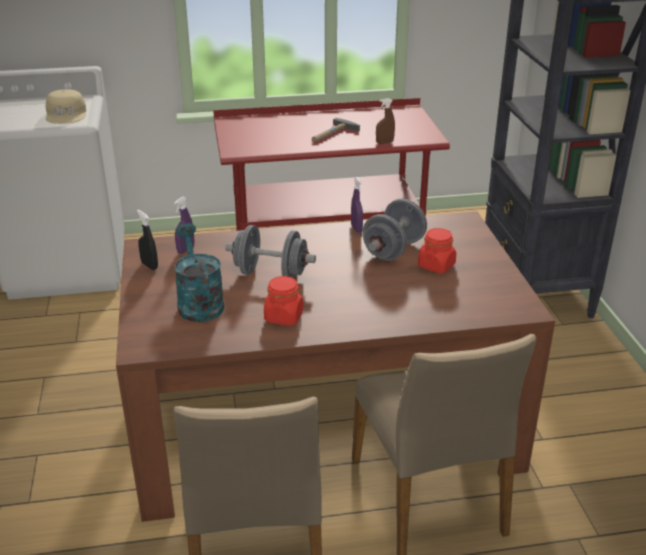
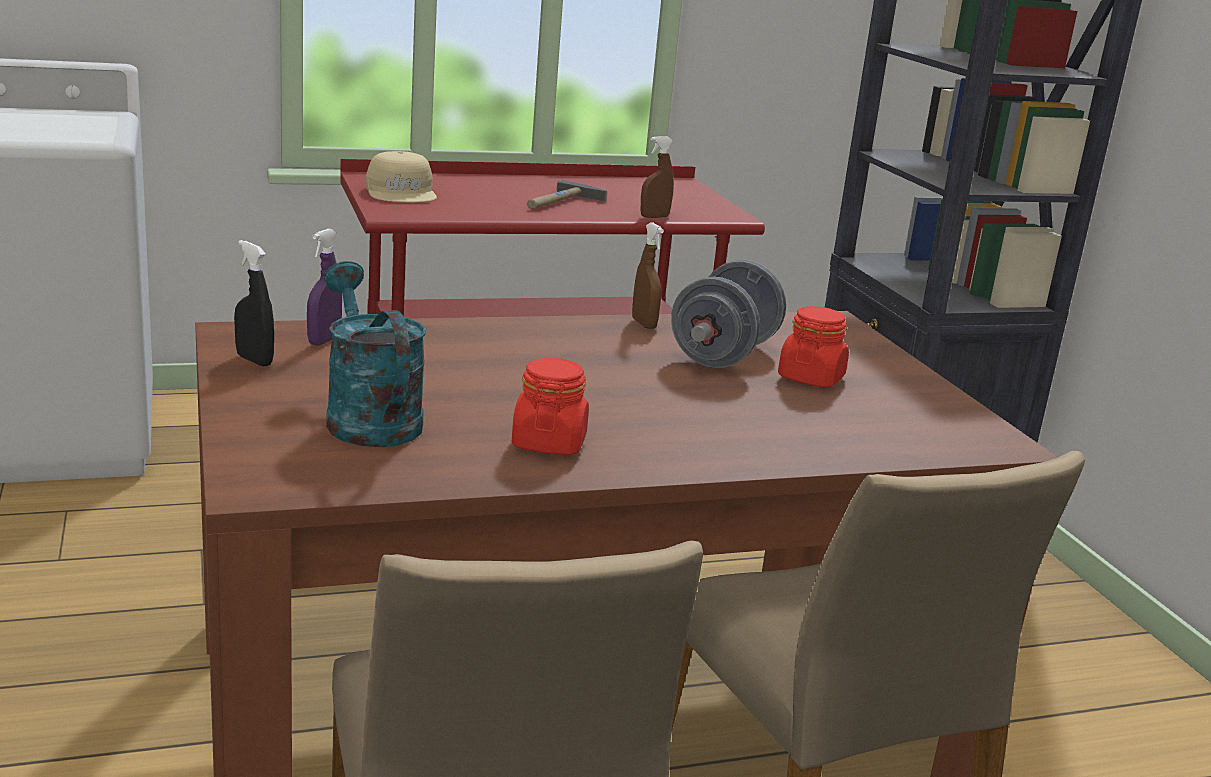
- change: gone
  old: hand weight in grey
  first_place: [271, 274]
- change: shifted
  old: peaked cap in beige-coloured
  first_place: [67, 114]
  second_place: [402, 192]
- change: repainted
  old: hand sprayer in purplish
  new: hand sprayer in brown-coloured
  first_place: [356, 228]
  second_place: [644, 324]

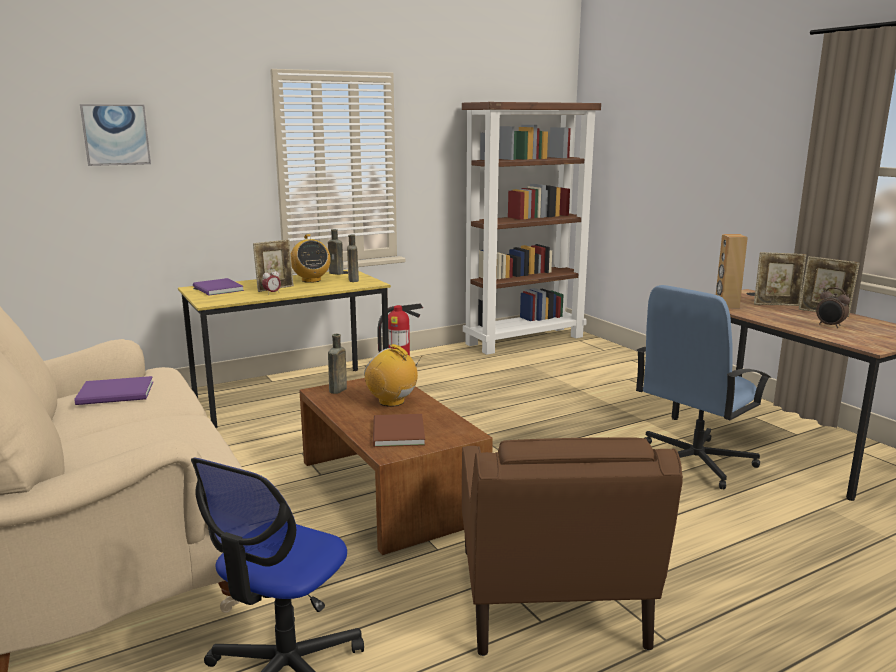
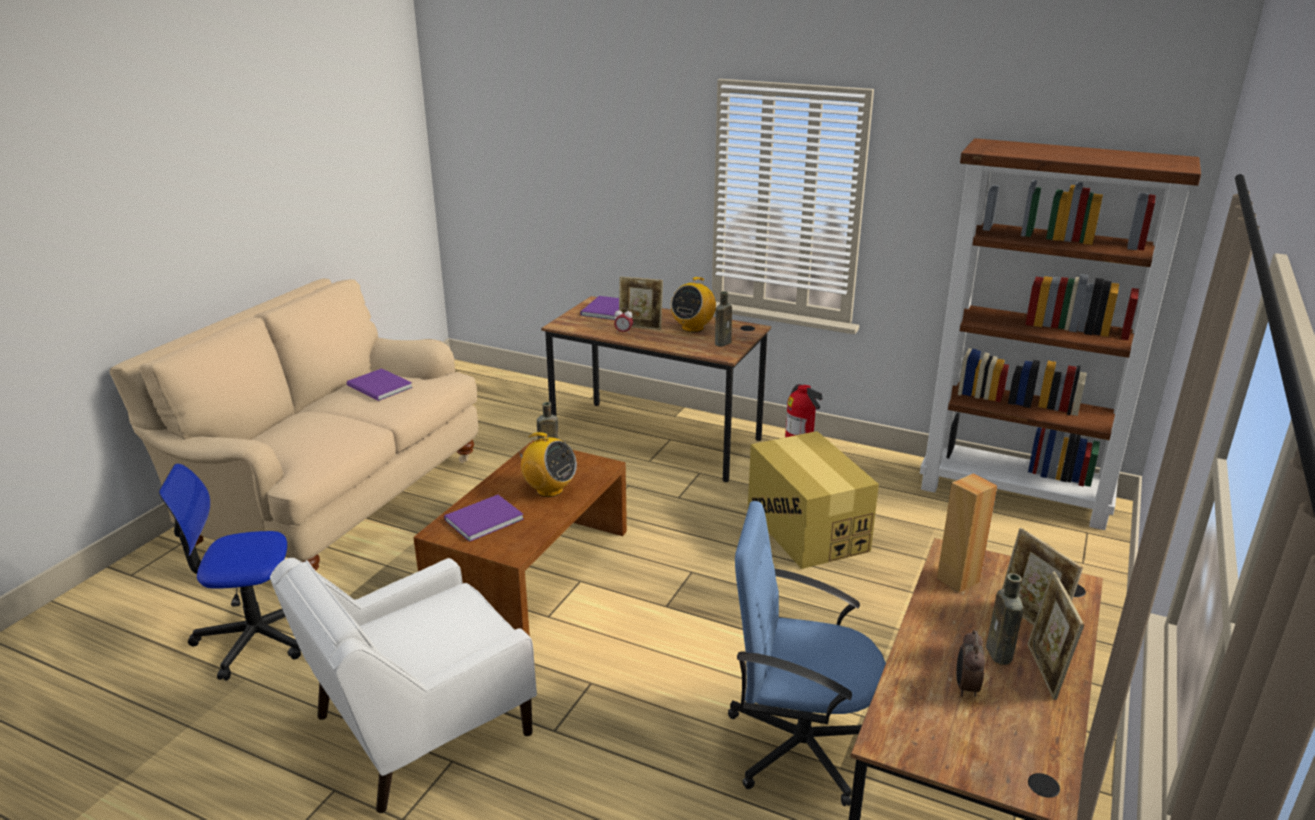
- change: gone
  old: wall art
  first_place: [116, 134]
- change: new
  new: carton
  second_place: [807, 529]
- change: shifted
  old: beverage bottle in brown-coloured
  first_place: [337, 273]
  second_place: [1000, 655]
- change: repainted
  old: desk unit in yellow
  new: desk unit in brown-coloured
  first_place: [292, 396]
  second_place: [656, 440]
- change: repainted
  old: volume in brown-coloured
  new: volume in purplish
  first_place: [396, 433]
  second_place: [481, 519]
- change: repainted
  old: easy chair in brown-coloured
  new: easy chair in white
  first_place: [549, 600]
  second_place: [419, 727]
- change: rotated
  old: radio receiver
  first_place: [392, 402]
  second_place: [549, 490]
  degrees: 120

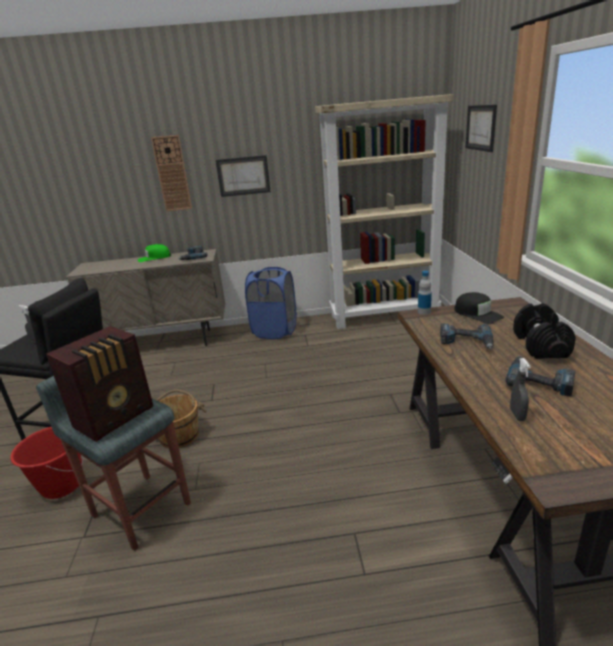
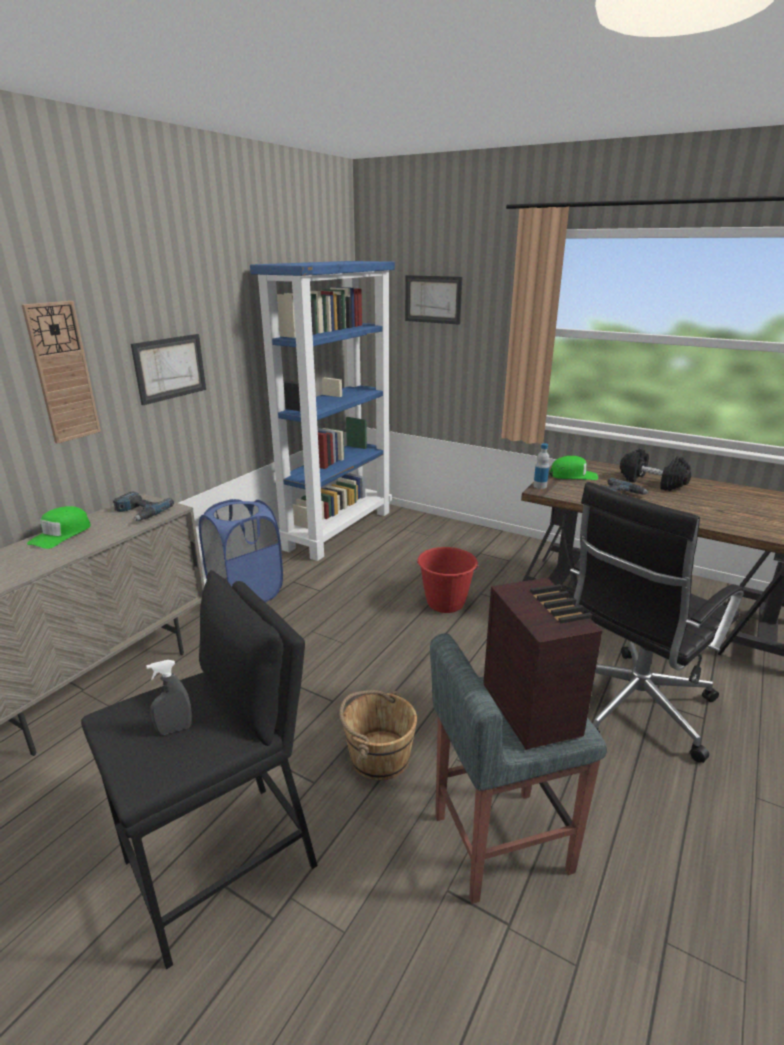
- change: gone
  old: electric drill
  first_place: [539, 380]
- change: gone
  old: hand sprayer in grey
  first_place: [517, 415]
- change: new
  new: computer chair in black-coloured
  second_place: [630, 706]
- change: shifted
  old: bucket in reddish
  first_place: [62, 485]
  second_place: [445, 603]
- change: repainted
  old: bookcase in beige-coloured
  new: bookcase in bluish
  first_place: [384, 315]
  second_place: [338, 529]
- change: repainted
  old: peaked cap in black-coloured
  new: peaked cap in greenish
  first_place: [477, 314]
  second_place: [573, 475]

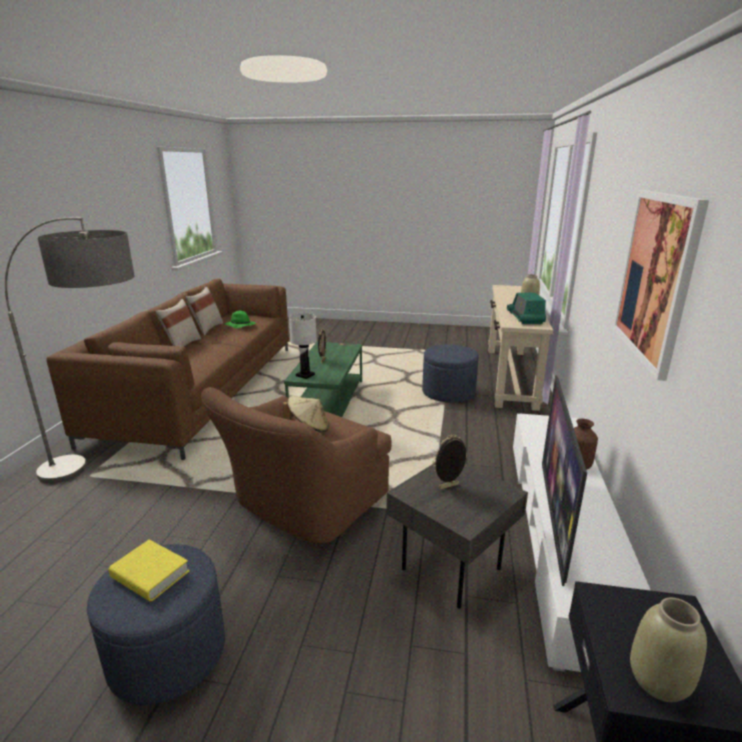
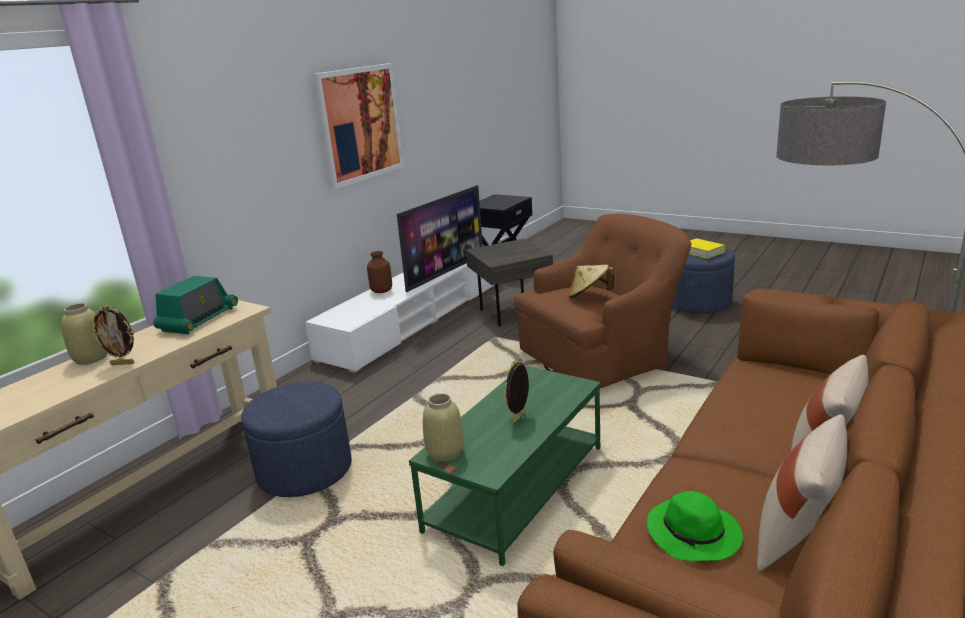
- change: gone
  old: tabletop lamp in white
  first_place: [305, 375]
- change: shifted
  old: picture frame
  first_place: [448, 487]
  second_place: [123, 363]
- change: shifted
  old: flower vase in beige-coloured
  first_place: [659, 680]
  second_place: [445, 452]

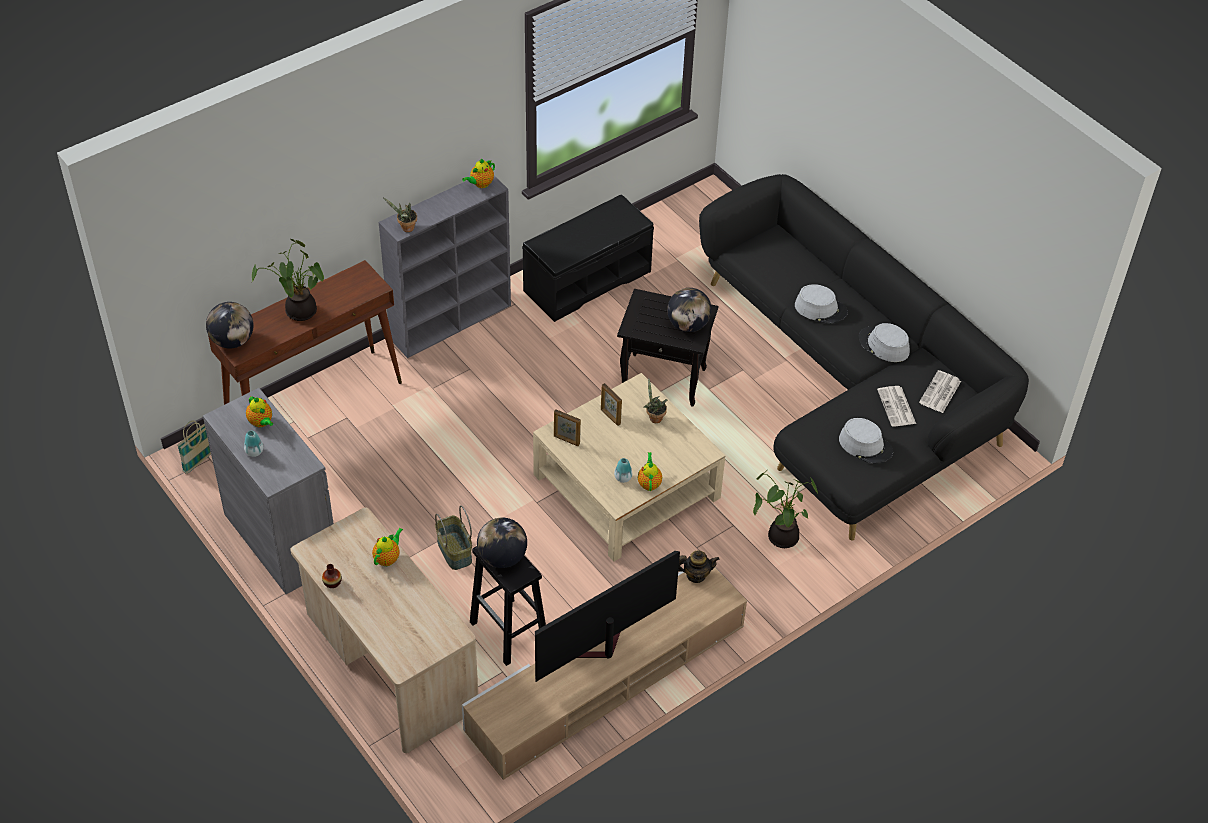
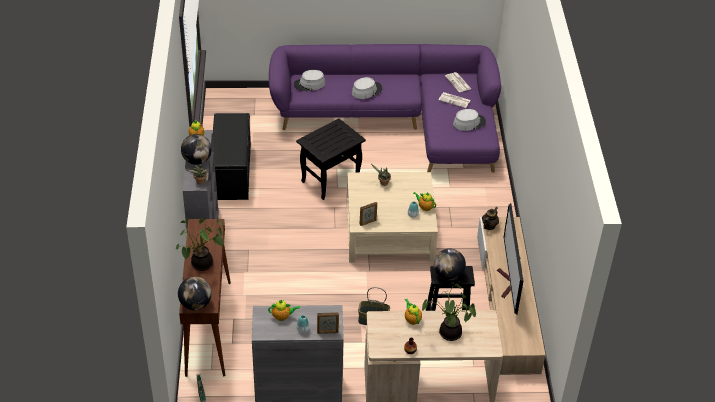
- change: shifted
  old: picture frame
  first_place: [610, 417]
  second_place: [327, 332]
- change: shifted
  old: world globe
  first_place: [688, 325]
  second_place: [197, 160]
- change: shifted
  old: houseplant
  first_place: [780, 536]
  second_place: [448, 334]
- change: shifted
  old: wearable hat in grey
  first_place: [883, 345]
  second_place: [309, 84]
- change: repainted
  old: settee in black-coloured
  new: settee in purplish
  first_place: [850, 385]
  second_place: [398, 120]

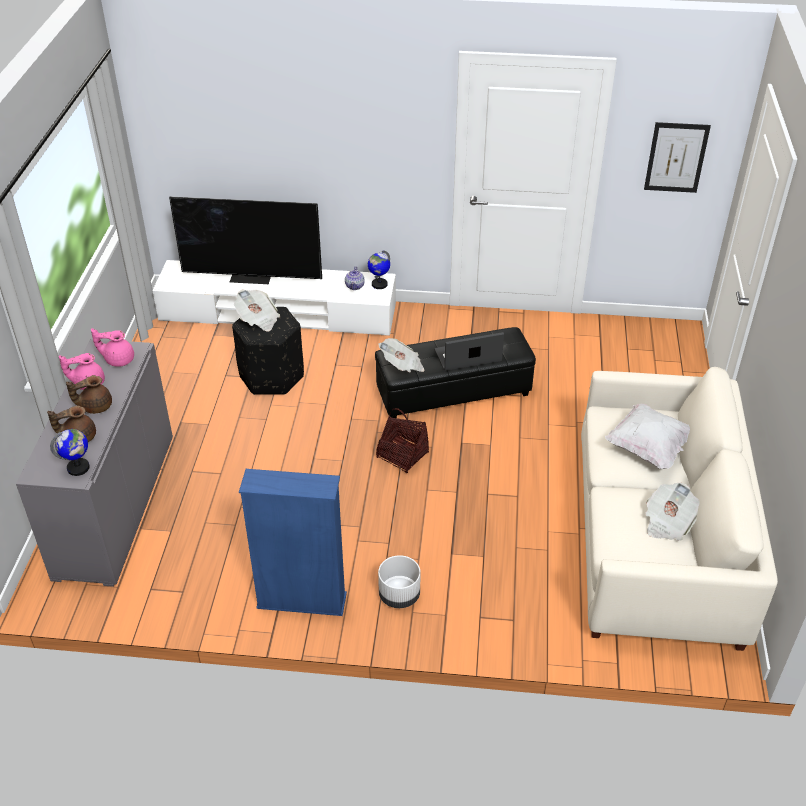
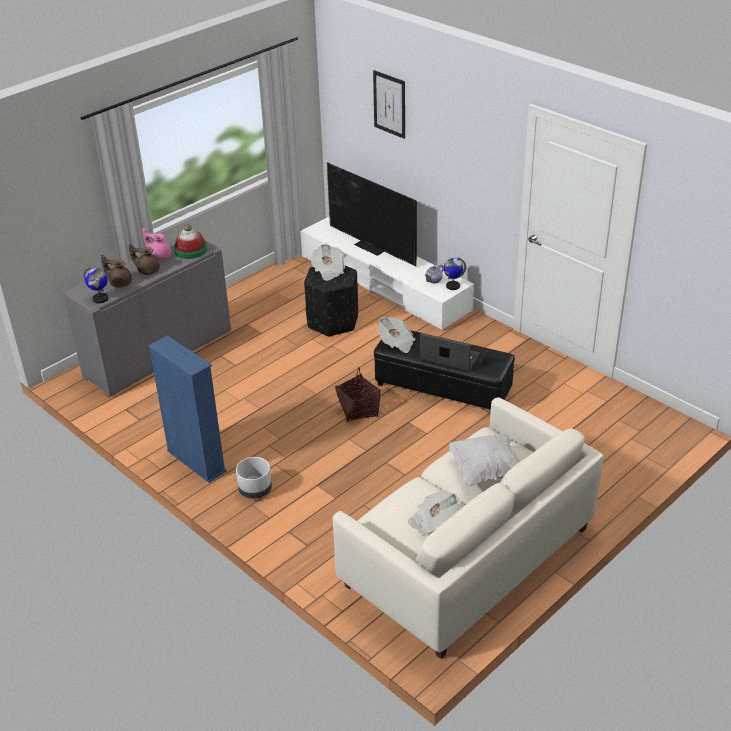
- change: shifted
  old: wall art
  first_place: [676, 157]
  second_place: [389, 104]
- change: swapped
  old: pot for tea in pinkish
  new: wearable hat
  first_place: [118, 359]
  second_place: [191, 250]

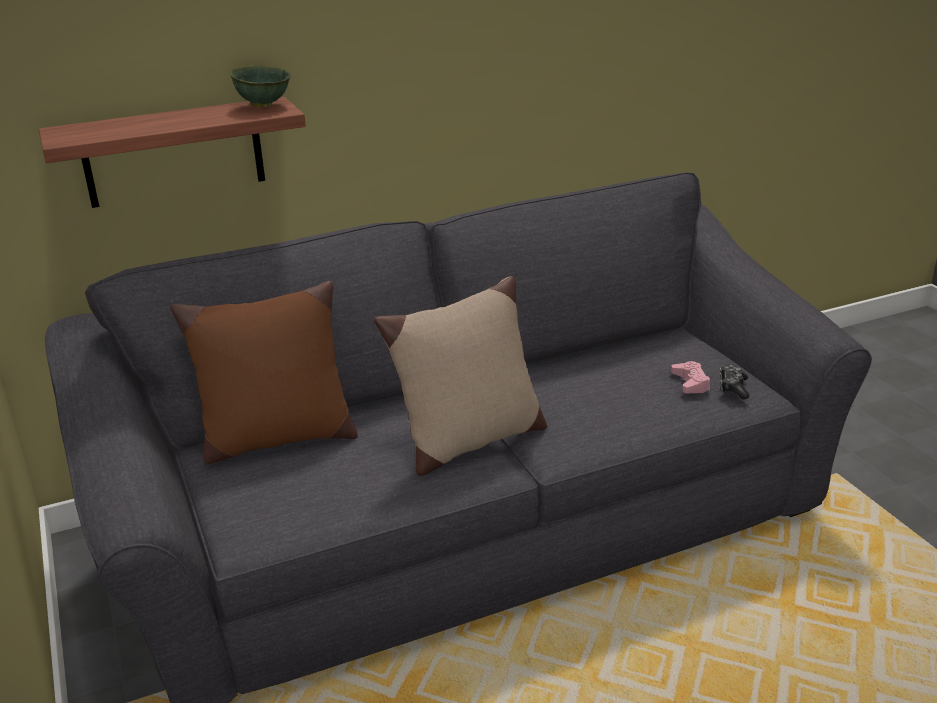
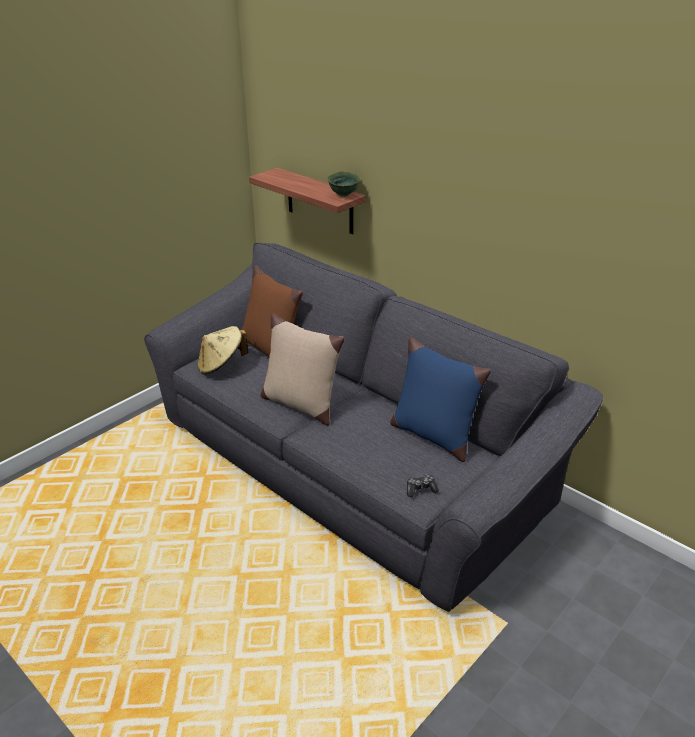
- change: gone
  old: gamepad in pinkish
  first_place: [690, 383]
- change: new
  new: wearable hat in beige-coloured
  second_place: [221, 365]
- change: new
  new: throw pillow in bluish
  second_place: [432, 435]

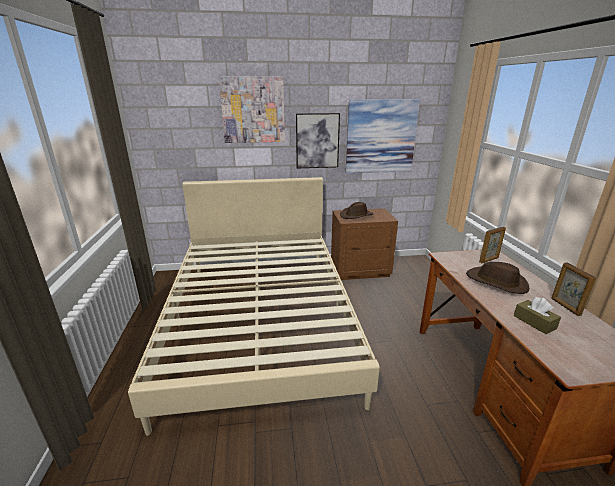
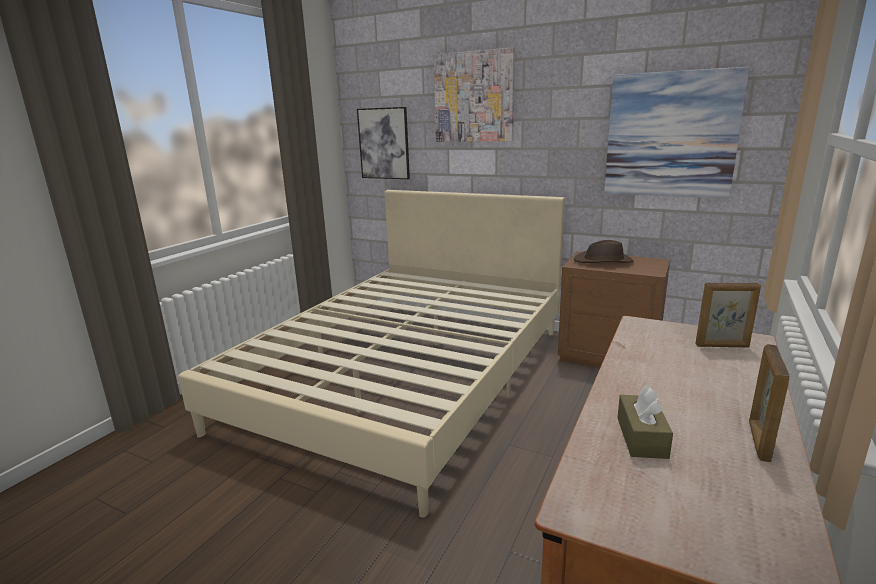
- change: gone
  old: wearable hat in brown-coloured
  first_place: [496, 282]
- change: shifted
  old: wall art
  first_place: [317, 141]
  second_place: [384, 143]

